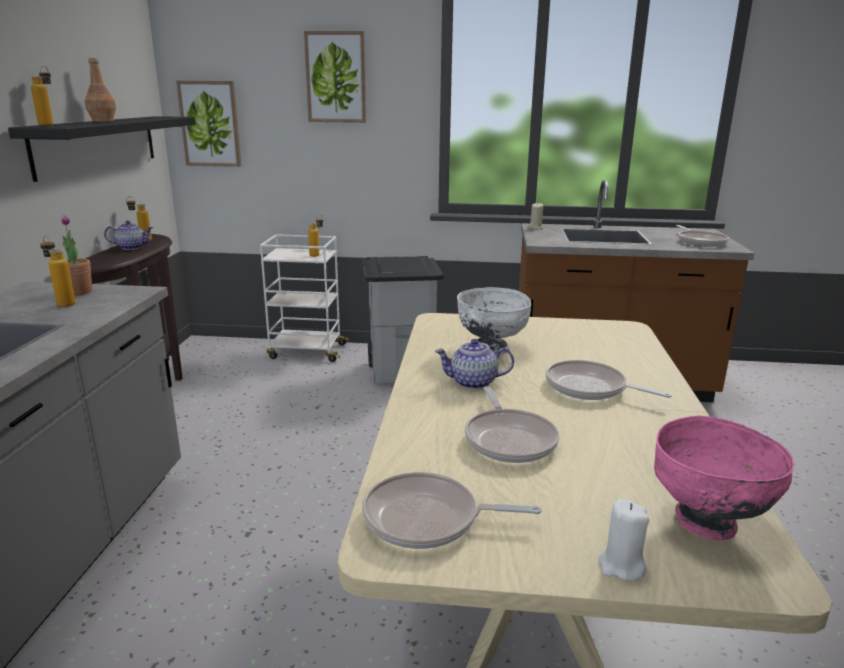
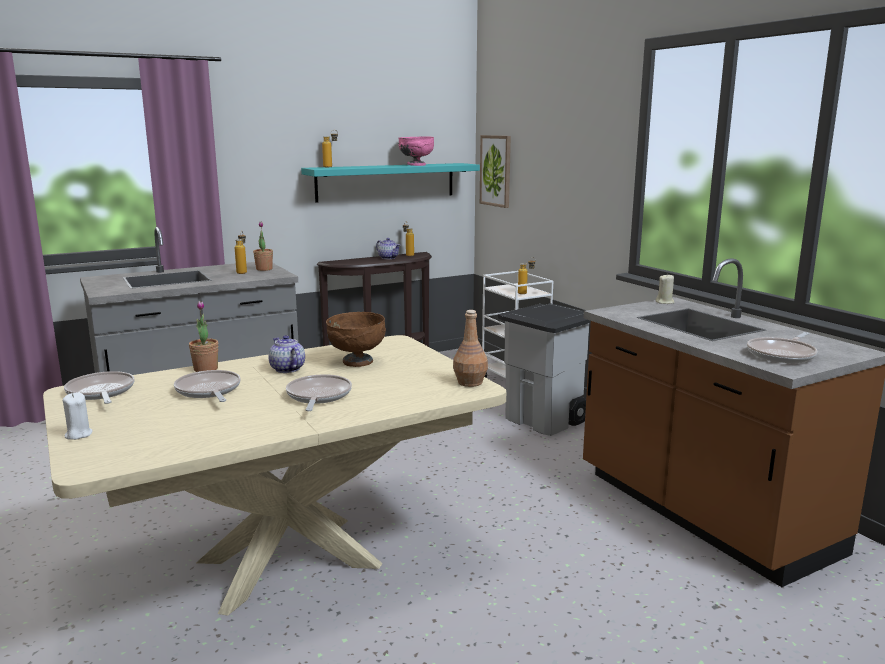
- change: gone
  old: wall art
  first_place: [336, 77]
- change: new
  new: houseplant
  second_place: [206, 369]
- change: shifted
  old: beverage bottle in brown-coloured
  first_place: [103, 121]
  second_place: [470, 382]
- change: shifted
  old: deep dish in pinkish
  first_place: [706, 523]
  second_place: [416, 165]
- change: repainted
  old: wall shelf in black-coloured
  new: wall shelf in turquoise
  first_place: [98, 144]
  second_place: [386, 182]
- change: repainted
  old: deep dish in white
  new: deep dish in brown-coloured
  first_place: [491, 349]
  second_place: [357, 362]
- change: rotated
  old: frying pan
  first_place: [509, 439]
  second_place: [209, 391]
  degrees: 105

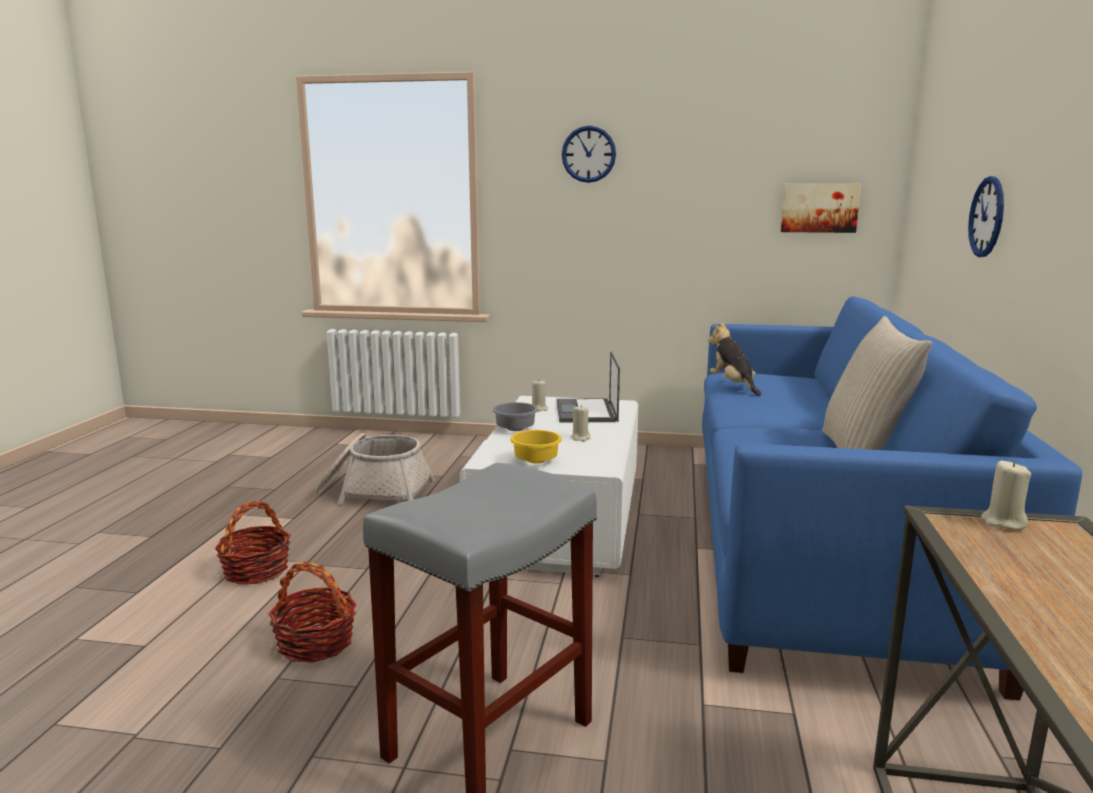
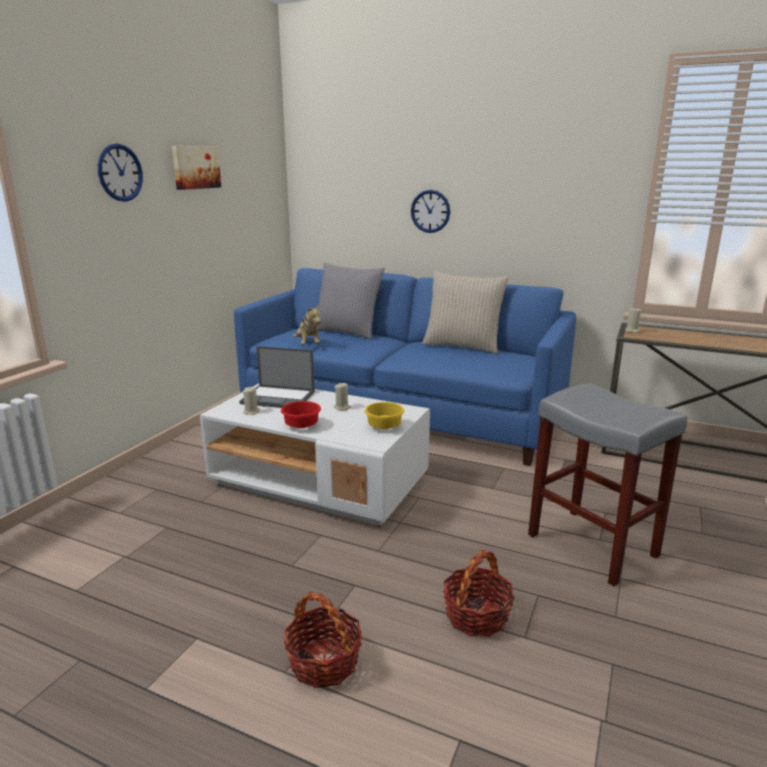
- change: gone
  old: household basket
  first_place: [374, 492]
- change: new
  new: throw pillow in grey
  second_place: [347, 332]
- change: shifted
  old: wall art
  first_place: [819, 208]
  second_place: [195, 167]
- change: repainted
  old: deep dish in grey
  new: deep dish in reddish
  first_place: [513, 429]
  second_place: [301, 426]
- change: rotated
  old: soft toy
  first_place: [733, 386]
  second_place: [308, 344]
  degrees: -105

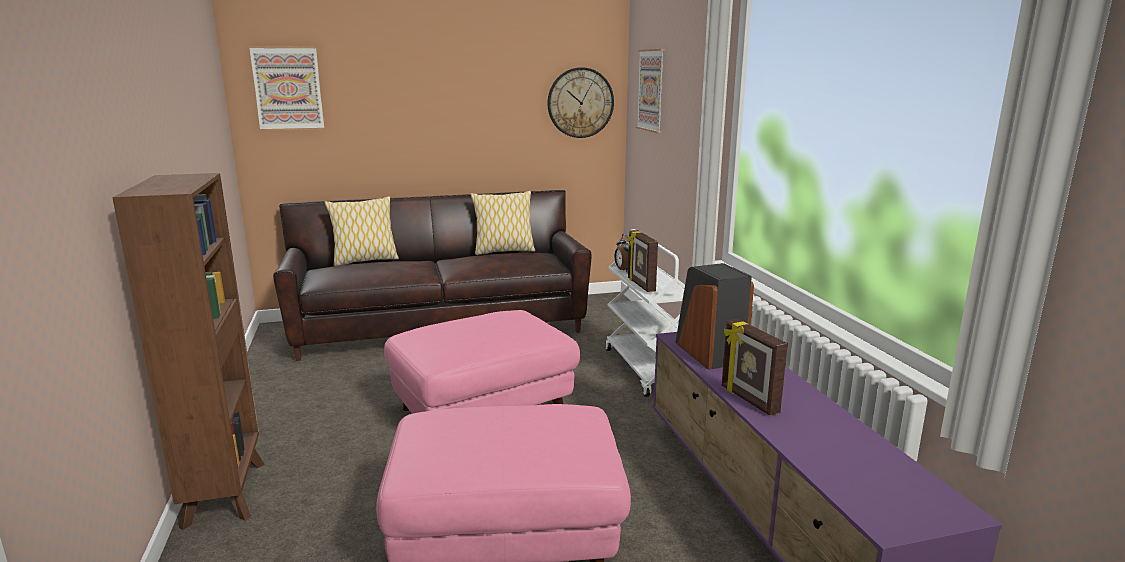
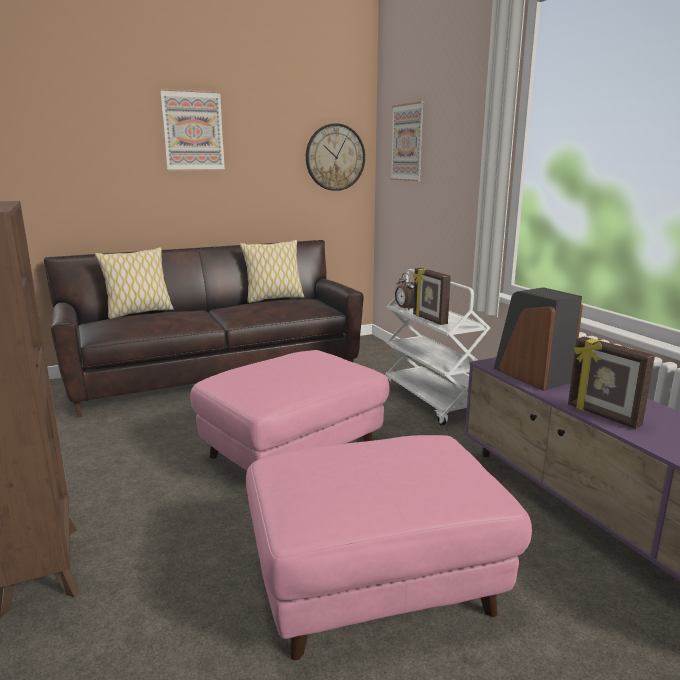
- change: shifted
  old: wall art
  first_place: [288, 88]
  second_place: [193, 131]

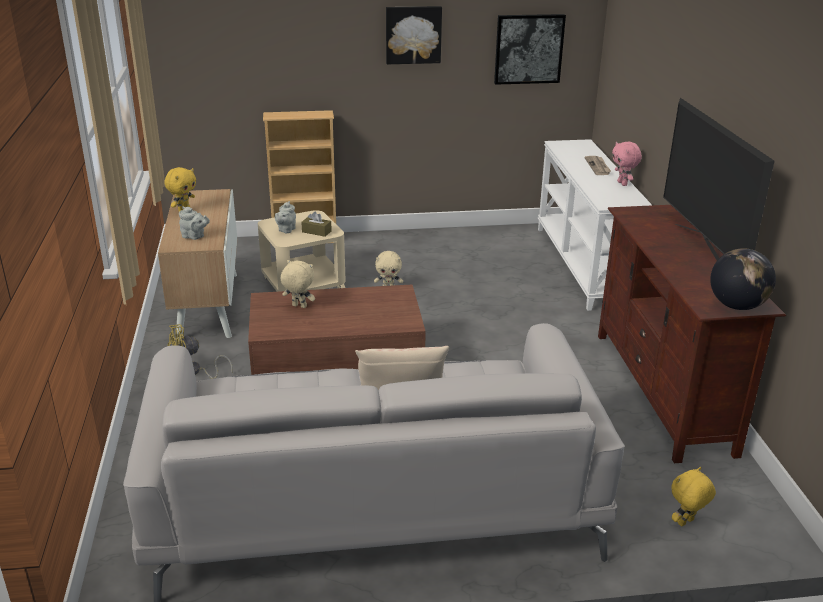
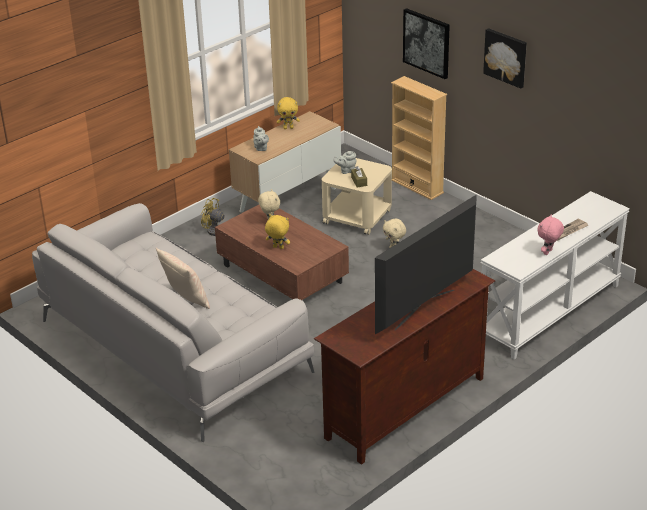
- change: gone
  old: world globe
  first_place: [736, 306]
- change: shifted
  old: wall art
  first_place: [528, 49]
  second_place: [427, 43]
- change: shifted
  old: soft toy in yellow
  first_place: [686, 523]
  second_place: [278, 248]

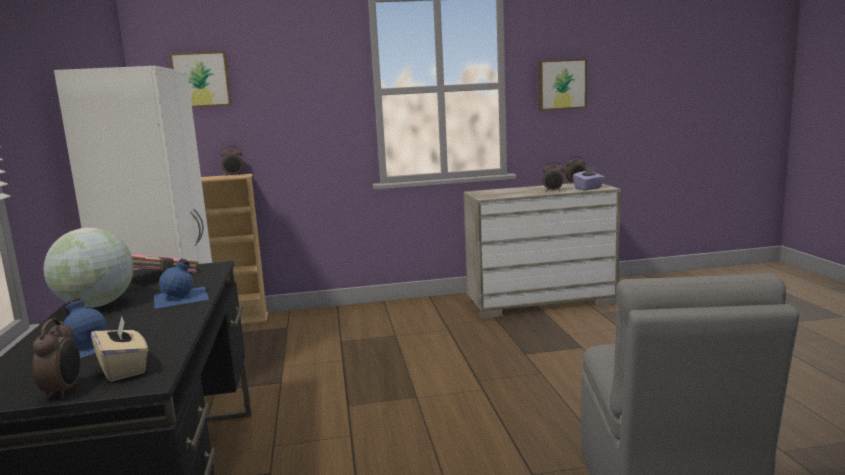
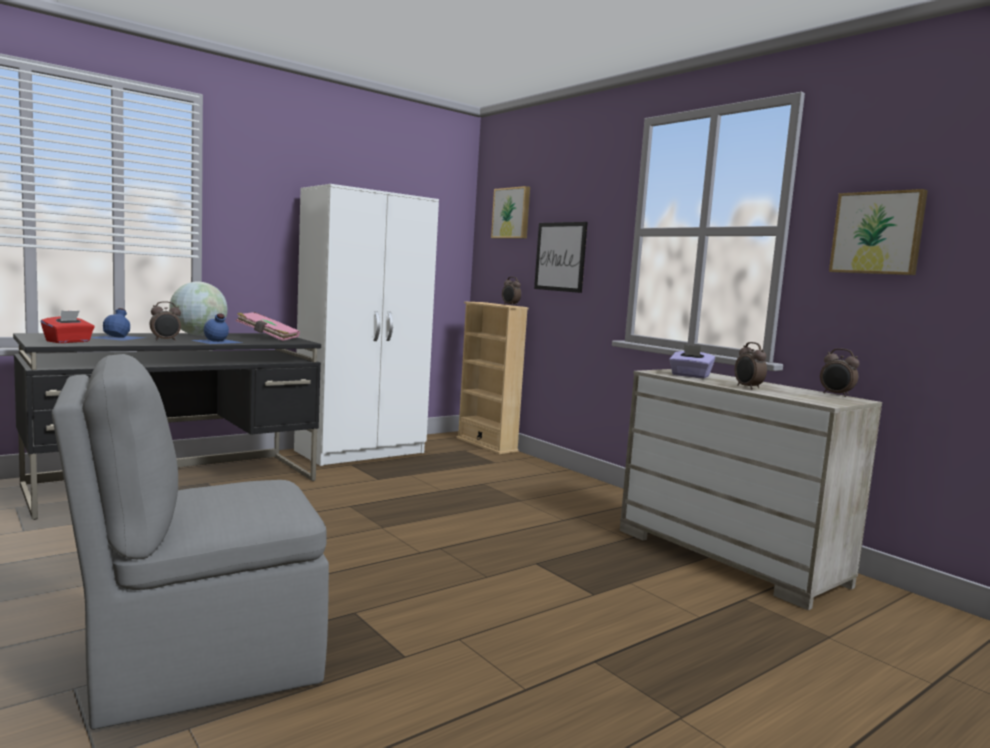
- change: new
  new: wall art
  second_place: [560, 256]
- change: shifted
  old: alarm clock
  first_place: [64, 391]
  second_place: [165, 340]
- change: shifted
  old: box of tissues in purplish
  first_place: [588, 188]
  second_place: [690, 376]
- change: repainted
  old: box of tissues in beige-coloured
  new: box of tissues in reddish
  first_place: [123, 369]
  second_place: [68, 341]

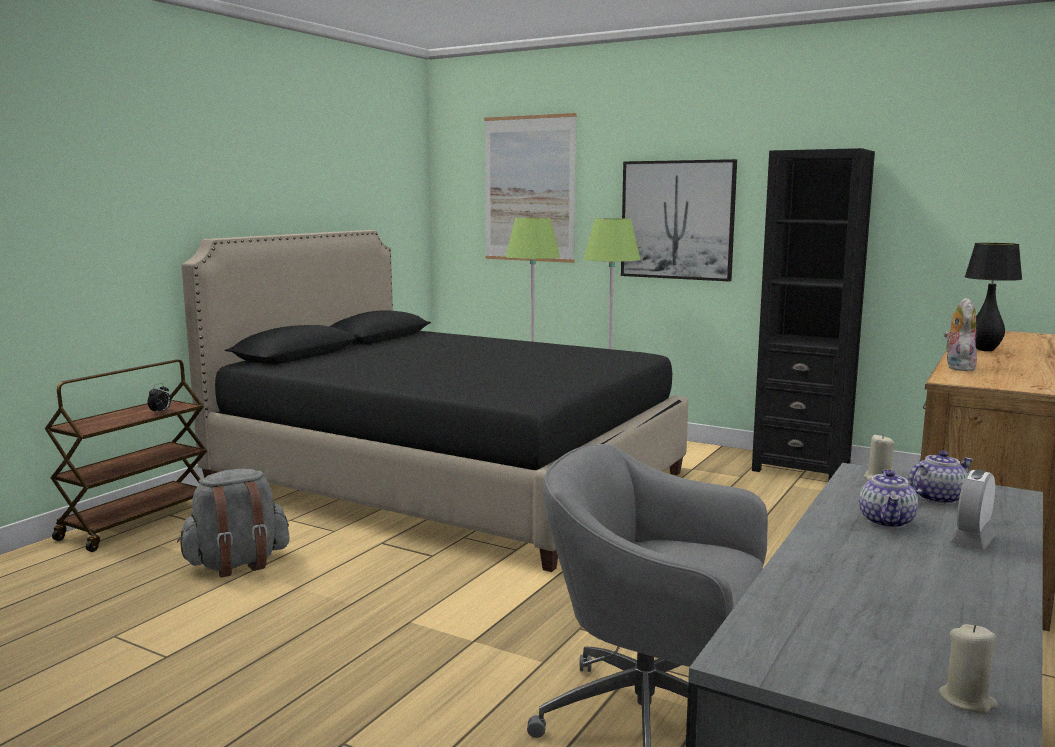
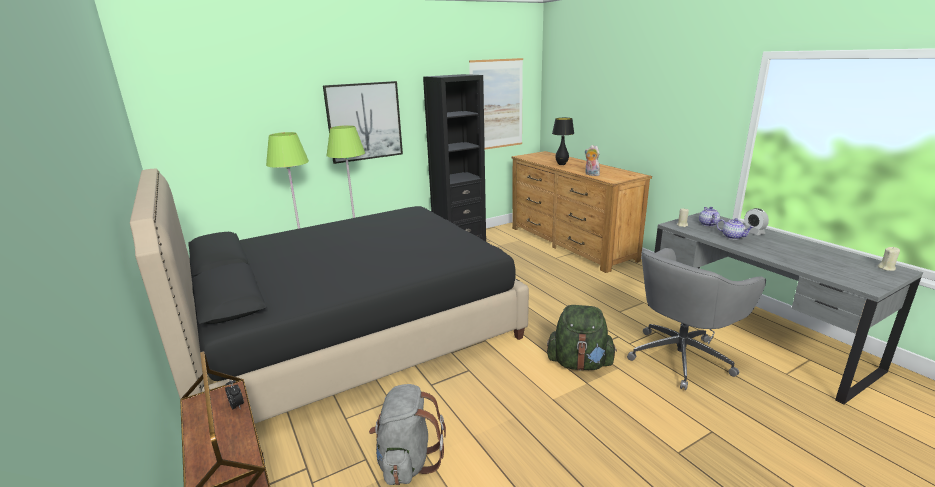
- change: new
  new: backpack in greenish
  second_place: [579, 363]
- change: shifted
  old: wall art
  first_place: [529, 189]
  second_place: [496, 104]

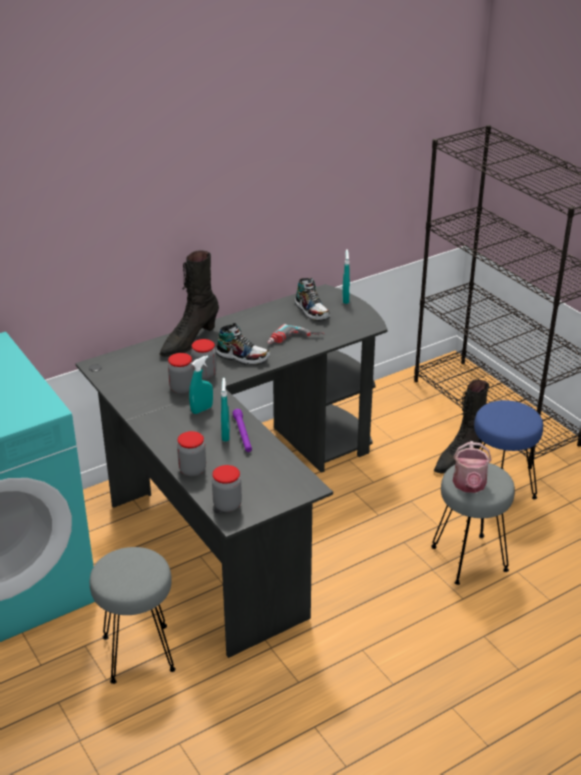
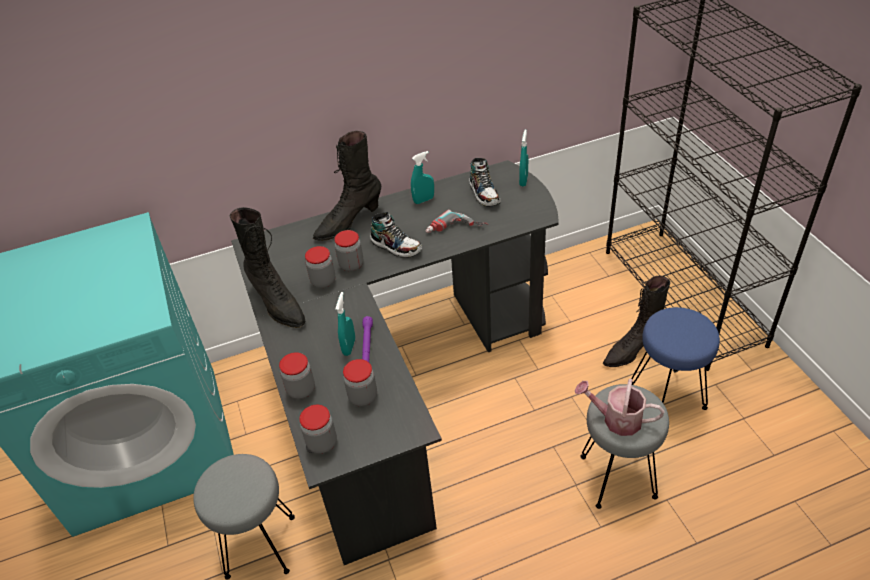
- change: new
  new: boot in black-coloured
  second_place: [277, 304]
- change: new
  new: preserve jar
  second_place: [363, 397]
- change: shifted
  old: hand sprayer in turquoise
  first_place: [202, 409]
  second_place: [423, 200]
- change: rotated
  old: watering pot
  first_place: [469, 485]
  second_place: [616, 419]
  degrees: 90

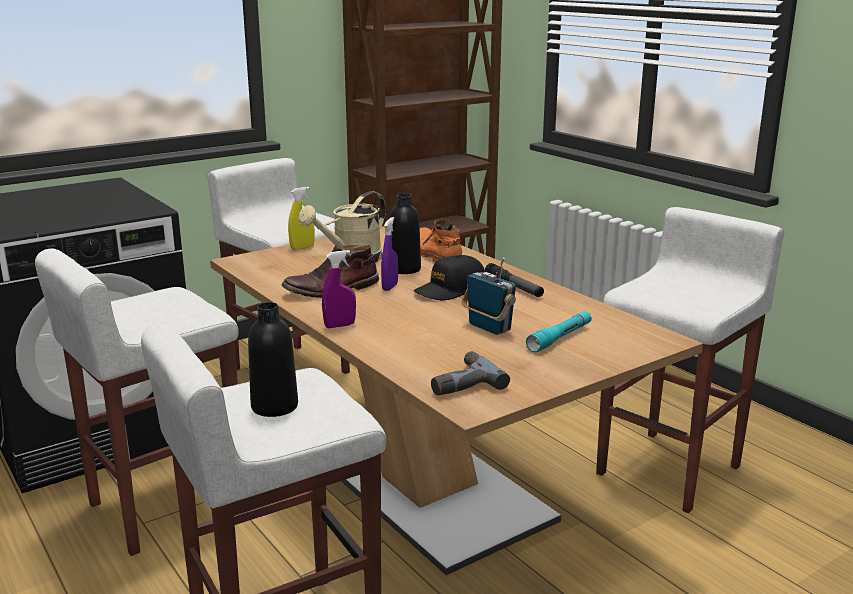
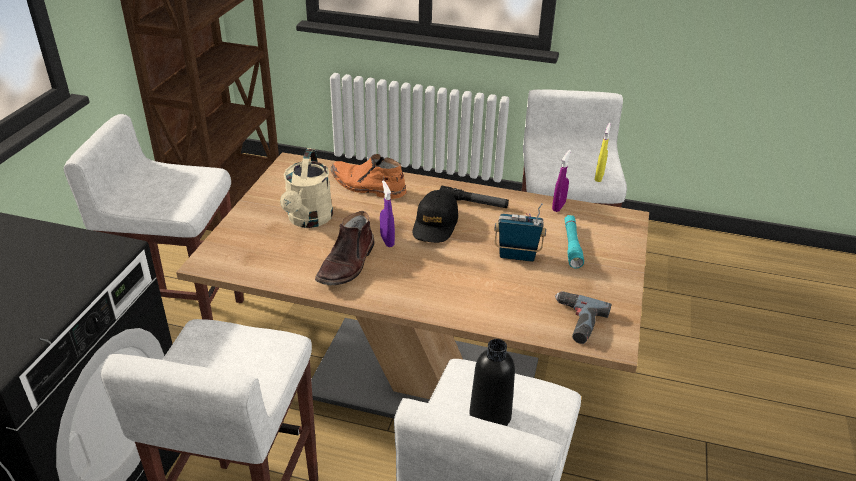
- change: gone
  old: beverage bottle in black-coloured
  first_place: [404, 269]
- change: shifted
  old: hand sprayer in yellow
  first_place: [302, 248]
  second_place: [599, 177]
- change: shifted
  old: hand sprayer in purplish
  first_place: [339, 325]
  second_place: [558, 207]

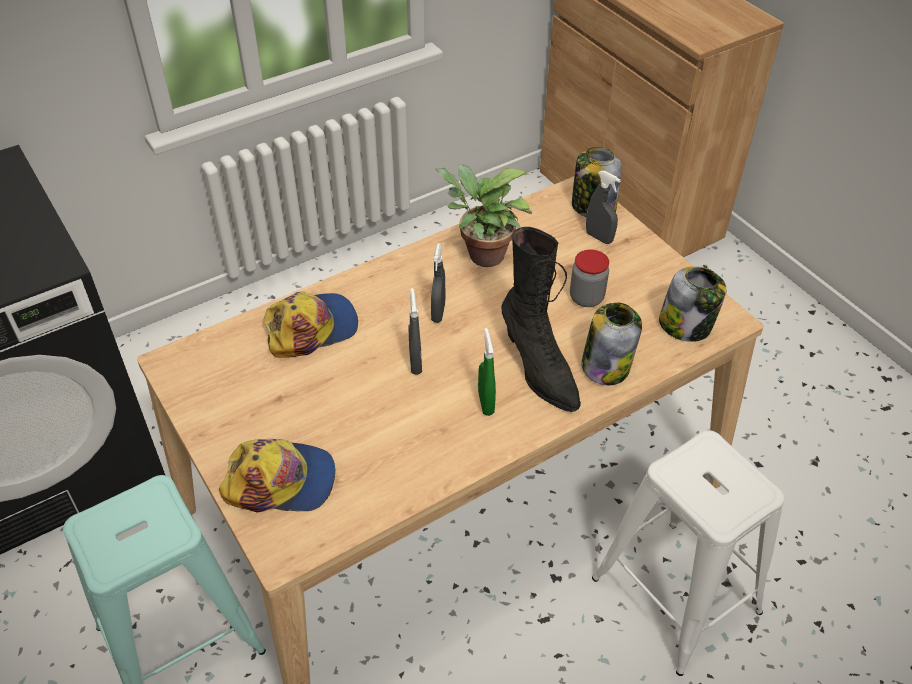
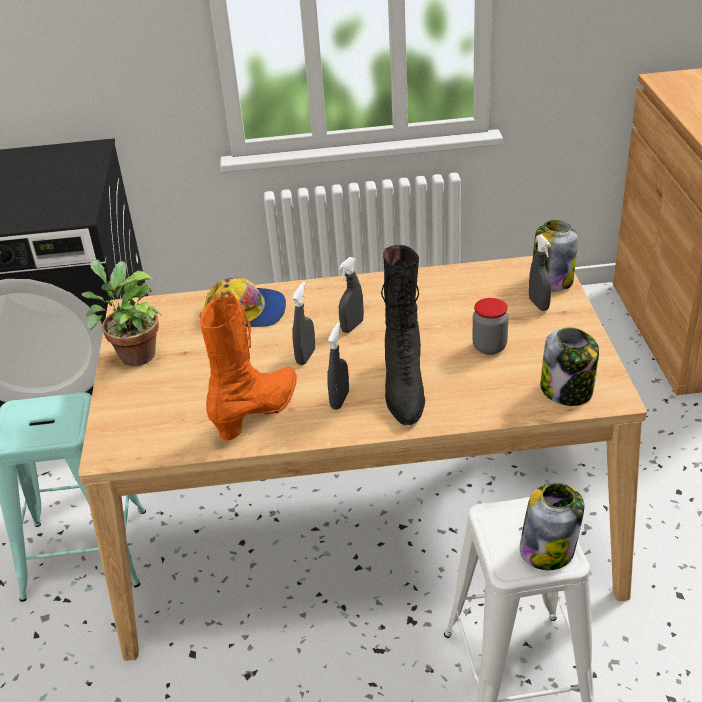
- change: gone
  old: peaked cap
  first_place: [281, 481]
- change: new
  new: boot in orange
  second_place: [258, 412]
- change: shifted
  old: houseplant
  first_place: [481, 255]
  second_place: [133, 354]
- change: shifted
  old: preserve jar
  first_place: [606, 366]
  second_place: [548, 549]
- change: repainted
  old: hand sprayer in greenish
  new: hand sprayer in grey
  first_place: [486, 403]
  second_place: [339, 400]

